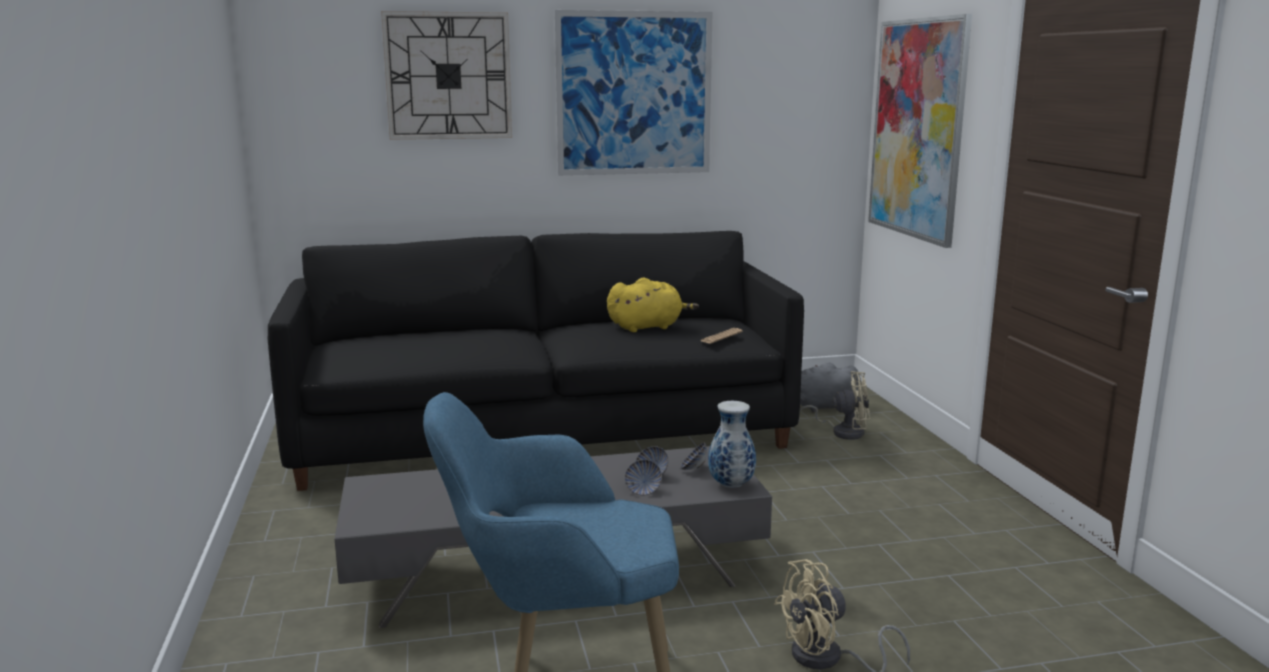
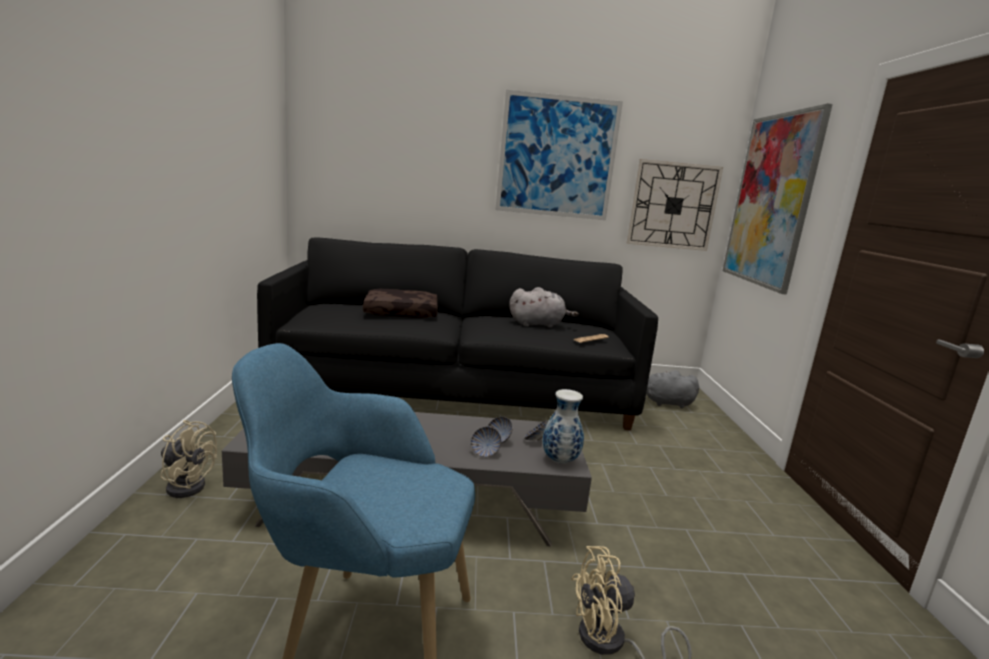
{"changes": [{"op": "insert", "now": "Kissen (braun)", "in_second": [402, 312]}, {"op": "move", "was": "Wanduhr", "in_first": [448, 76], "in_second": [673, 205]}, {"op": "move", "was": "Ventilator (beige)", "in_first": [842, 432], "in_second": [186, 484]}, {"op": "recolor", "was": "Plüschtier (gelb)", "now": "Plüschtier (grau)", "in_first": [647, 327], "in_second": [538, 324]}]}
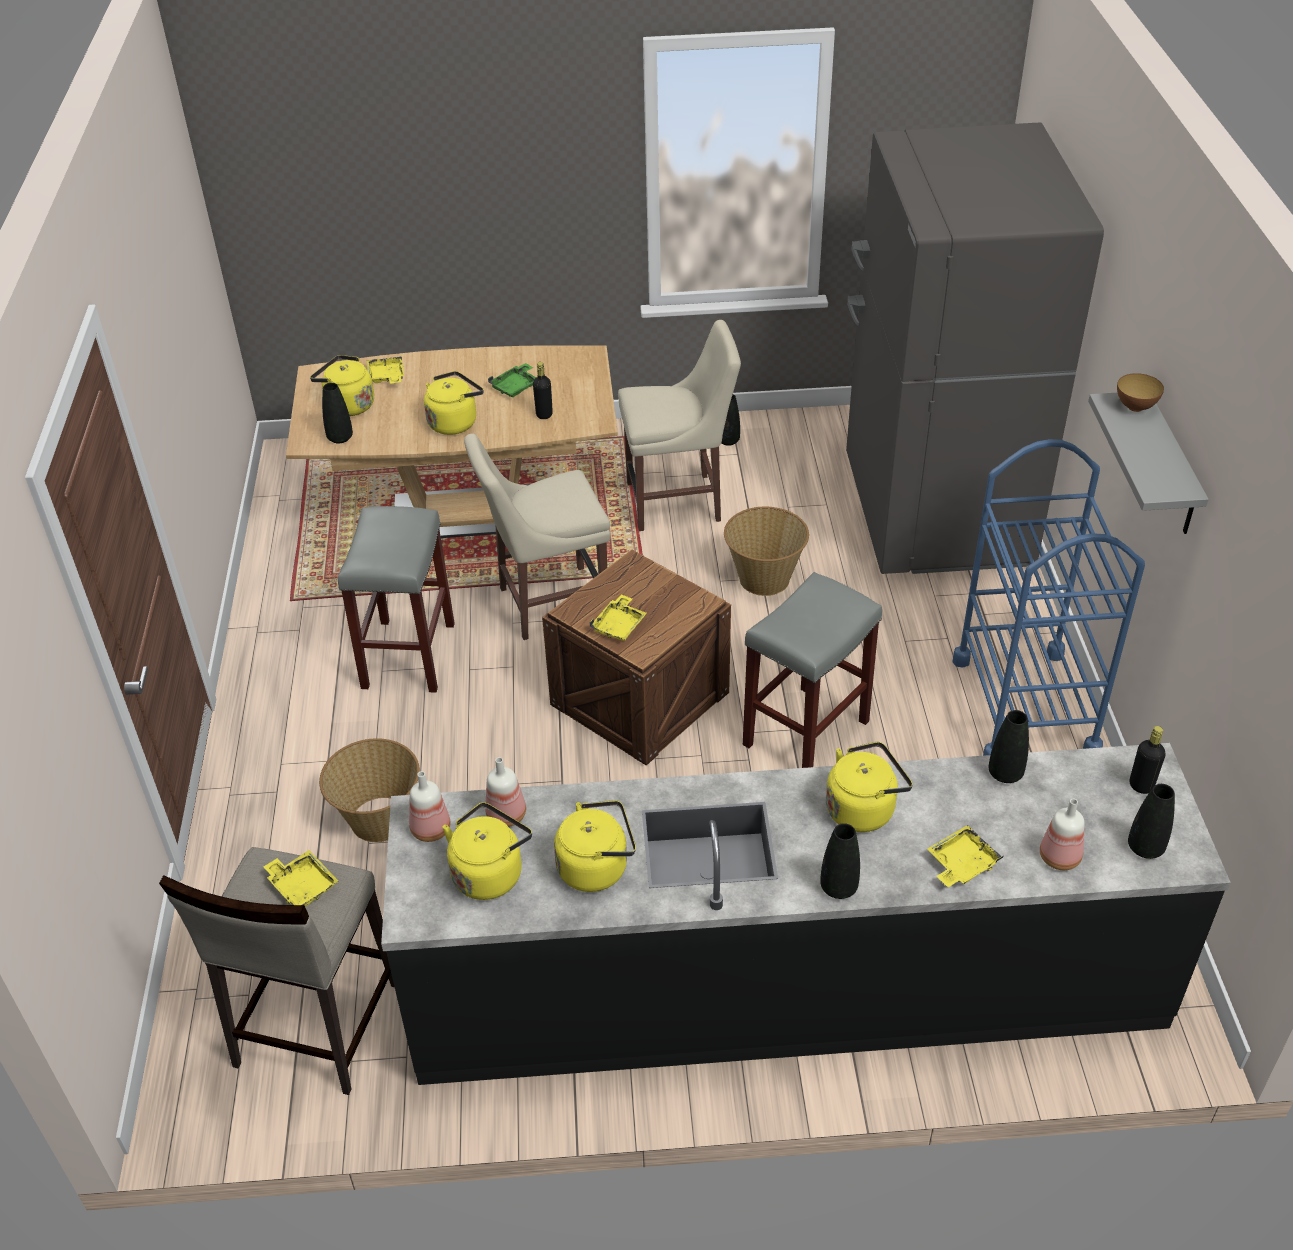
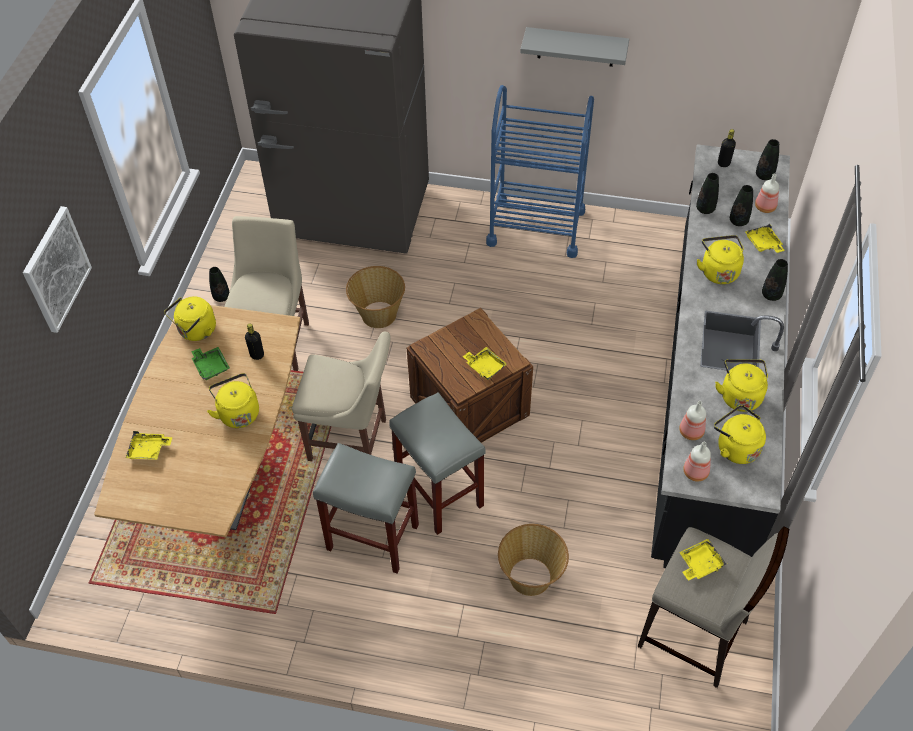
{"changes": [{"op": "delete", "was": "Schüssel", "in_first": [1135, 407]}, {"op": "insert", "now": "Bild", "in_second": [56, 269]}, {"op": "move", "was": "Wasserkessel (gelb)", "in_first": [347, 405], "in_second": [196, 331]}, {"op": "move", "was": "Vase (schwarz)", "in_first": [340, 438], "in_second": [738, 221]}, {"op": "move", "was": "Hocker (grau)", "in_first": [805, 734], "in_second": [440, 494]}, {"op": "rotate", "was": "Stuhl (beige)", "in_first": [547, 603], "in_second": [352, 441], "clockwise": -75}]}
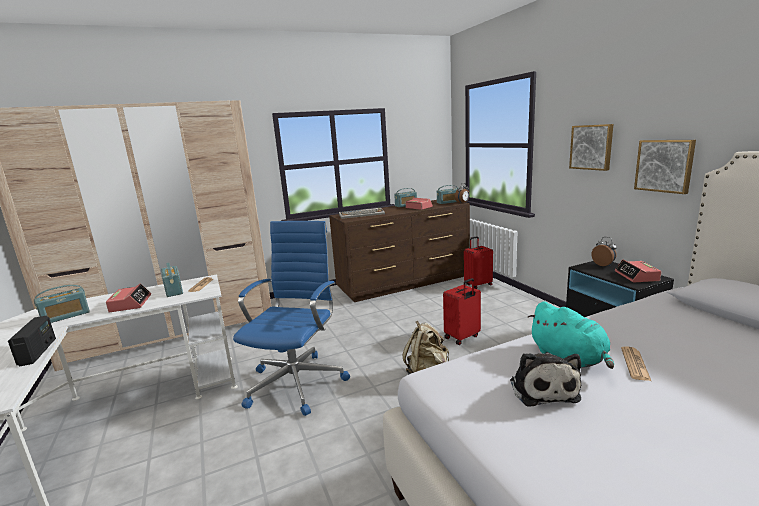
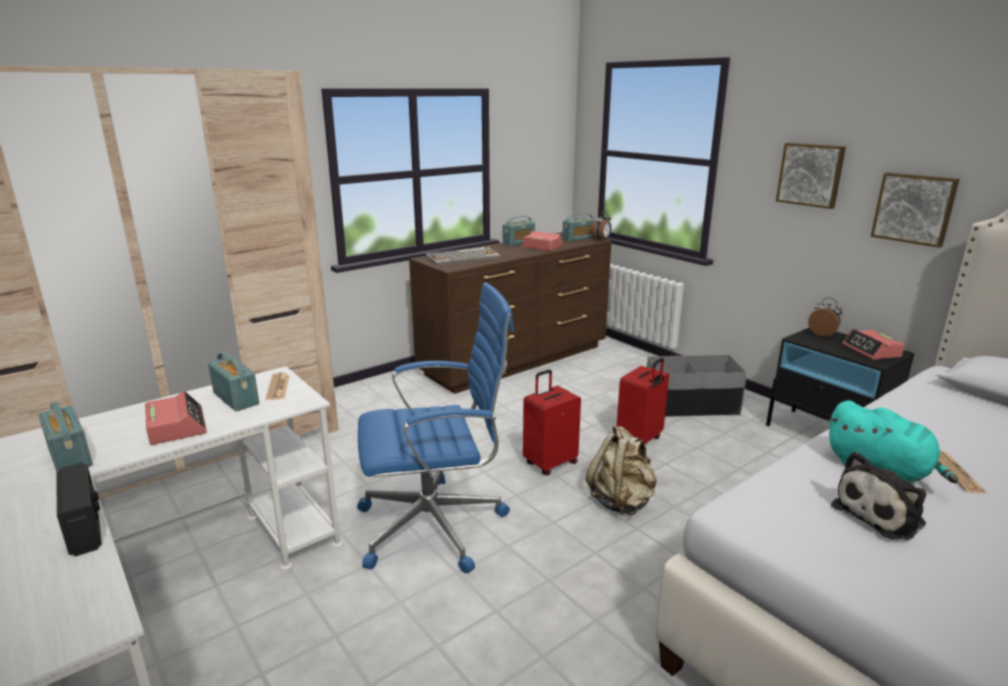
{"changes": [{"op": "insert", "now": "Aufbewahrungsbox (grau)", "in_second": [691, 406]}, {"op": "move", "was": "Koffer (rot)", "in_first": [478, 285], "in_second": [550, 463]}, {"op": "rotate", "was": "Radio", "in_first": [66, 316], "in_second": [70, 457], "clockwise": 105}, {"op": "rotate", "was": "Bürostuhl (blau)", "in_first": [298, 381], "in_second": [436, 525], "clockwise": 75}, {"op": "rotate", "was": "Plüschtier", "in_first": [542, 388], "in_second": [881, 514], "clockwise": 75}]}
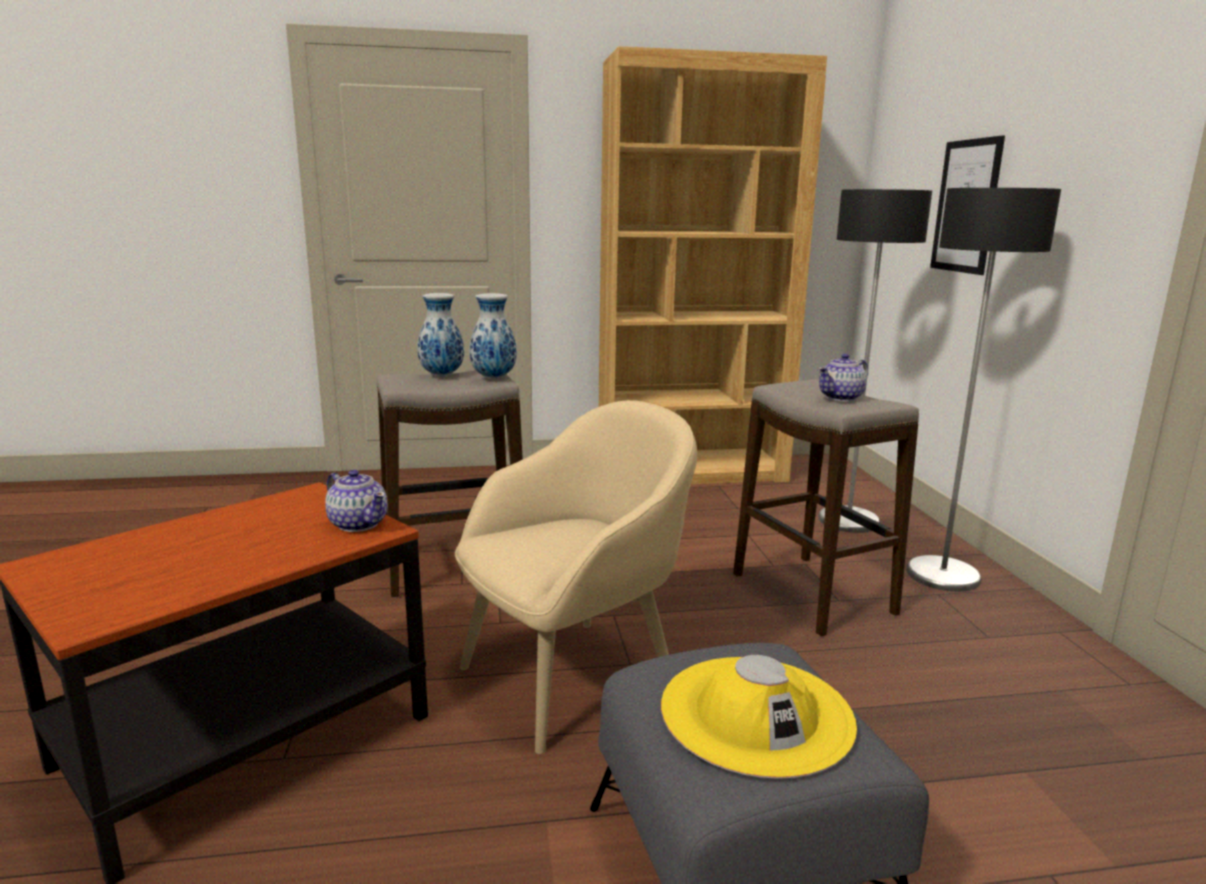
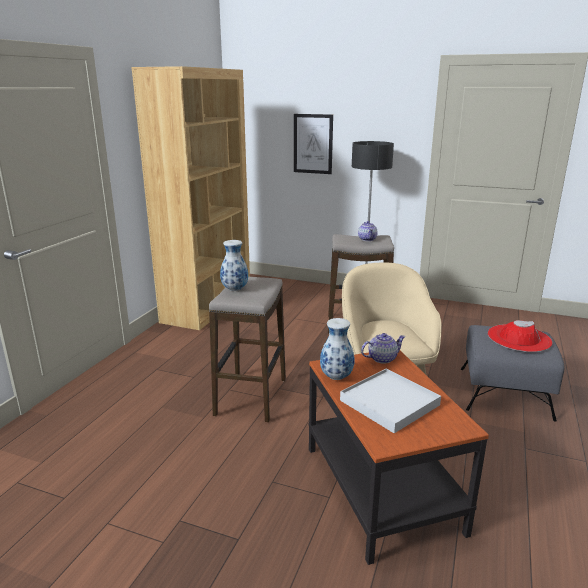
{"changes": [{"op": "delete", "was": "Stehlampe", "in_first": [848, 520]}, {"op": "insert", "now": "Tablett (weiß)", "in_second": [389, 403]}, {"op": "move", "was": "Vase", "in_first": [493, 378], "in_second": [337, 377]}, {"op": "recolor", "was": "Hut (gelb)", "now": "Hut (rot)", "in_first": [756, 714], "in_second": [519, 338]}]}
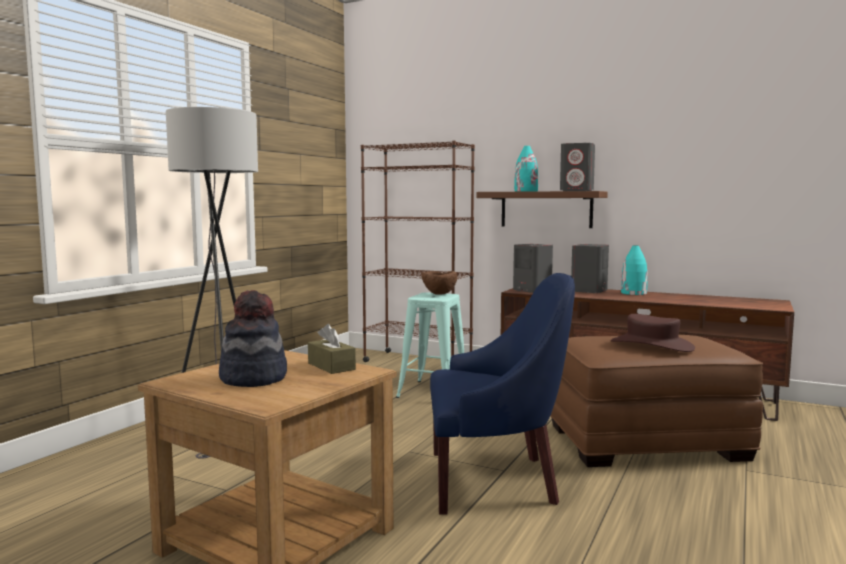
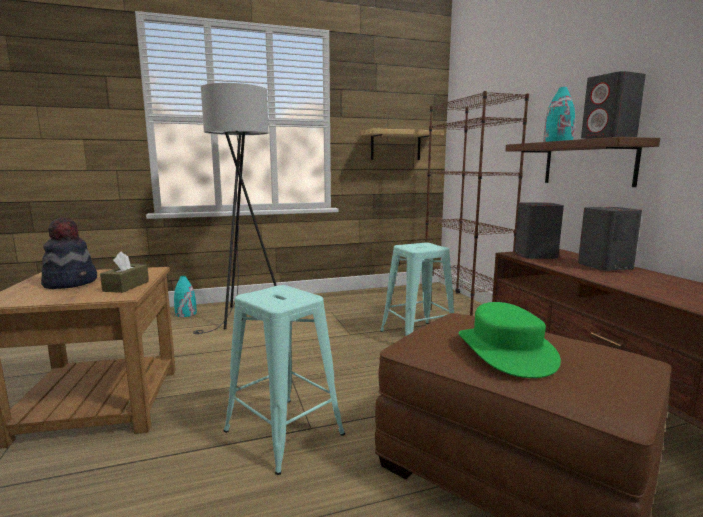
{"changes": [{"op": "delete", "was": "Schüssel (braun)", "in_first": [439, 294]}, {"op": "insert", "now": "Wandregal", "in_second": [395, 145]}, {"op": "move", "was": "Vase (türkis)", "in_first": [633, 293], "in_second": [185, 313]}, {"op": "replace", "was": "Sessel (blau)", "now": "Hocker (türkis)", "in_first": [494, 480], "in_second": [284, 432]}, {"op": "recolor", "was": "Hut (braun)", "now": "Hut (grün)", "in_first": [652, 345], "in_second": [506, 351]}]}
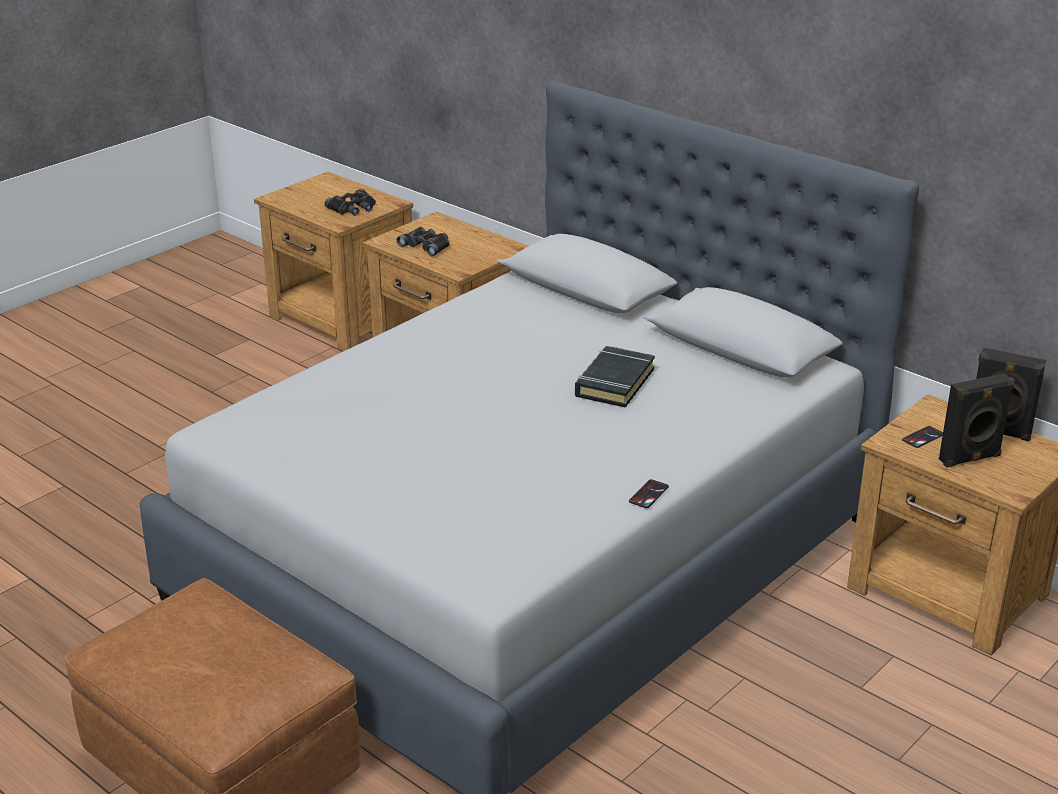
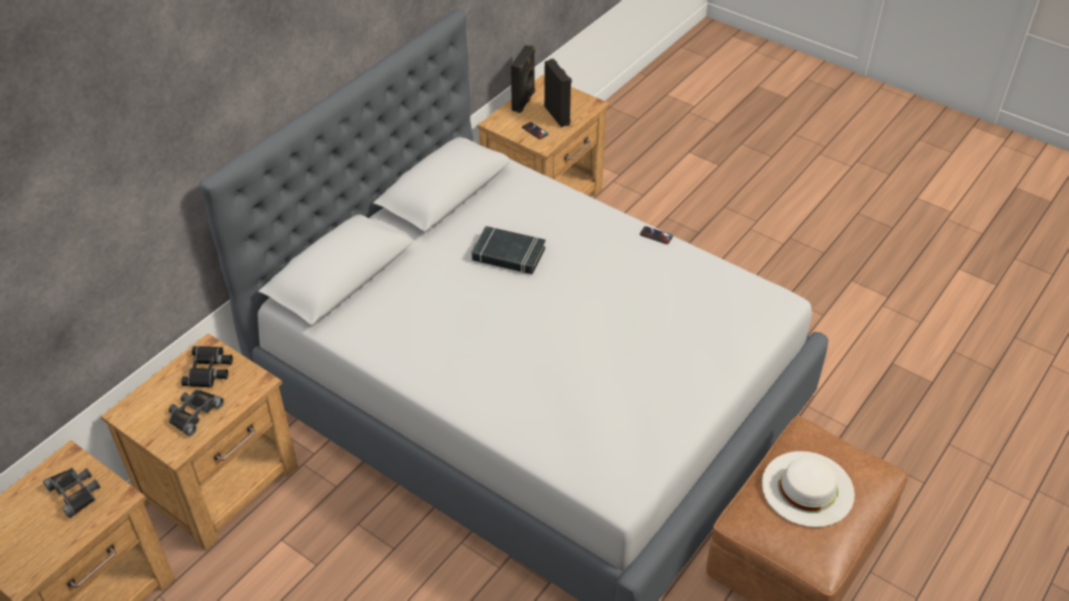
{"changes": [{"op": "insert", "now": "Fernglas (schwarz)", "in_second": [209, 370]}, {"op": "insert", "now": "Hut (weiß)", "in_second": [808, 488]}]}
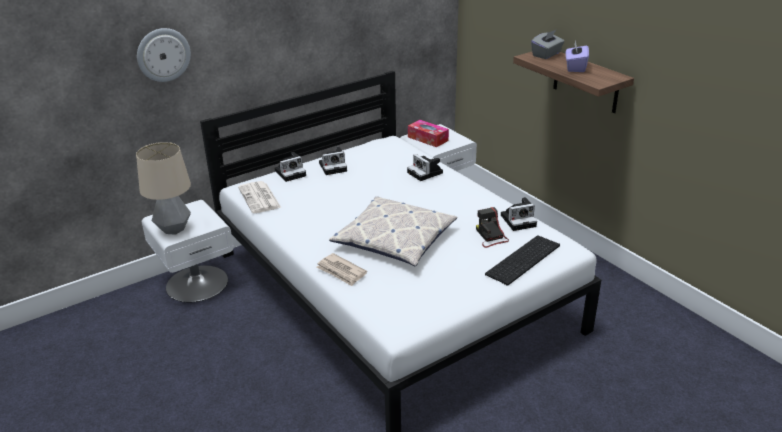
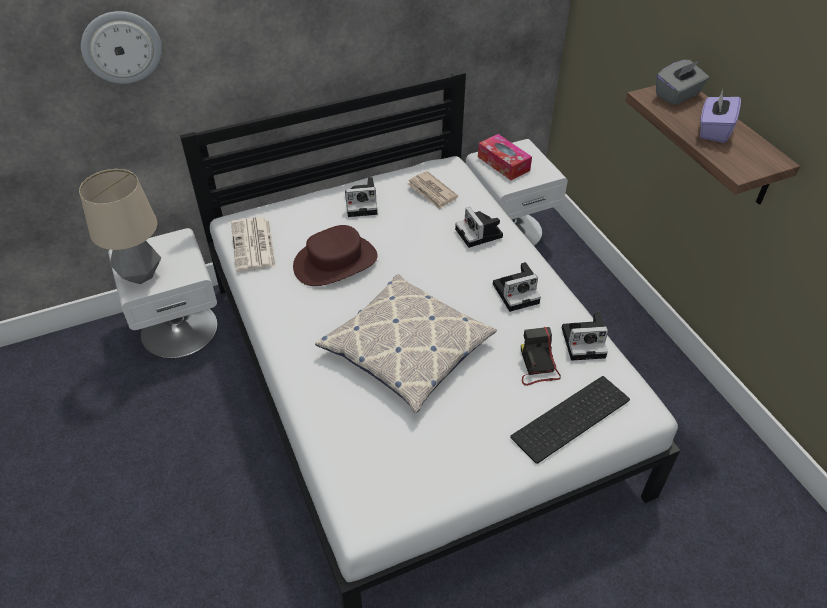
{"changes": [{"op": "insert", "now": "Hut (braun)", "in_second": [335, 262]}, {"op": "move", "was": "Kamera", "in_first": [291, 173], "in_second": [517, 292]}, {"op": "move", "was": "Zeitung", "in_first": [341, 271], "in_second": [432, 192]}]}
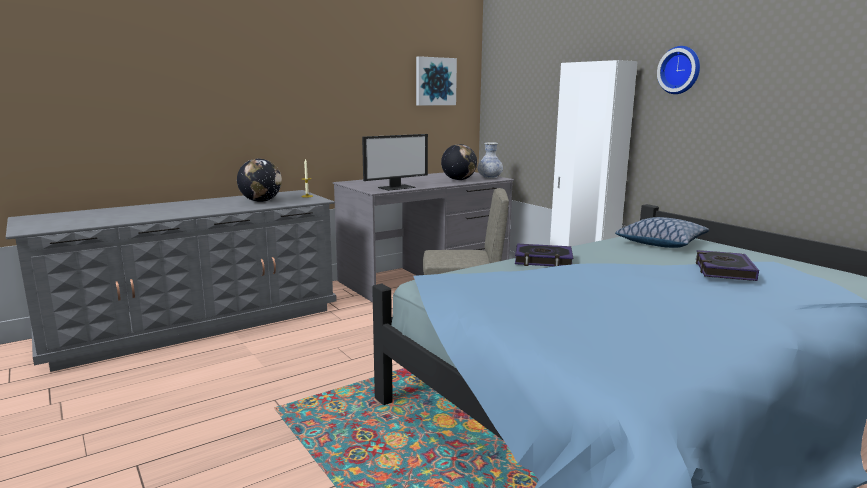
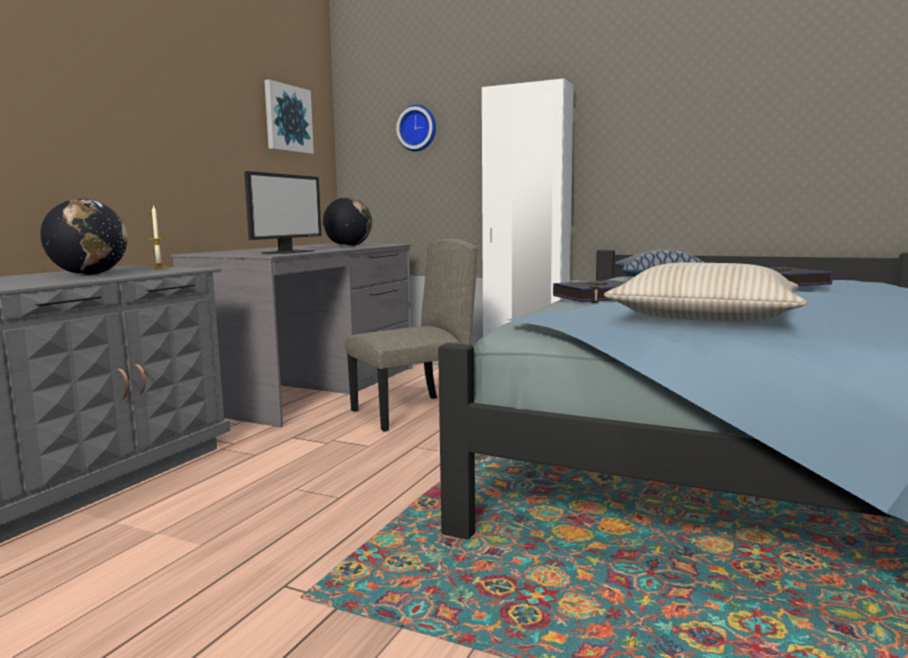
{"changes": [{"op": "delete", "was": "Vase", "in_first": [489, 177]}, {"op": "insert", "now": "Kissen (beige)", "in_second": [705, 317]}, {"op": "move", "was": "Wanduhr", "in_first": [680, 70], "in_second": [418, 128]}]}
